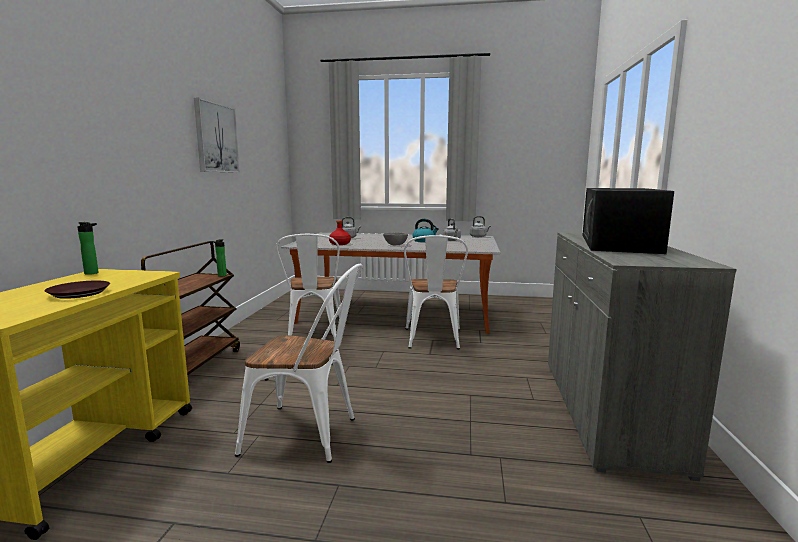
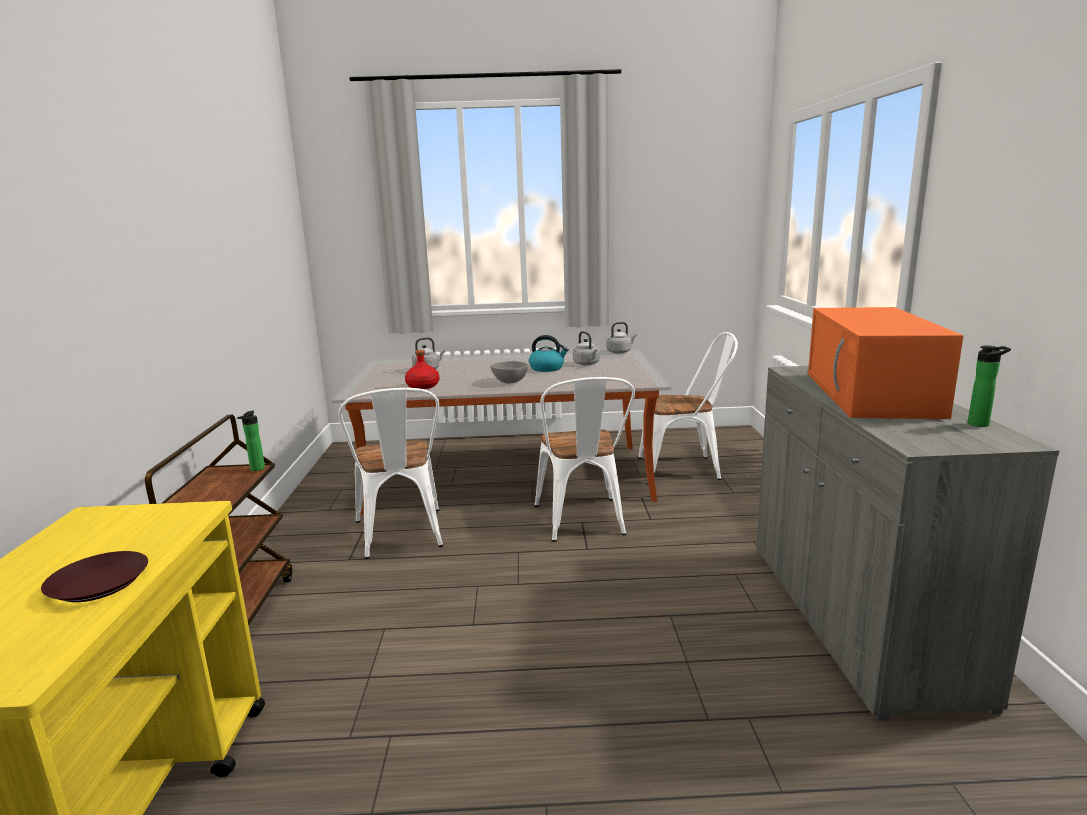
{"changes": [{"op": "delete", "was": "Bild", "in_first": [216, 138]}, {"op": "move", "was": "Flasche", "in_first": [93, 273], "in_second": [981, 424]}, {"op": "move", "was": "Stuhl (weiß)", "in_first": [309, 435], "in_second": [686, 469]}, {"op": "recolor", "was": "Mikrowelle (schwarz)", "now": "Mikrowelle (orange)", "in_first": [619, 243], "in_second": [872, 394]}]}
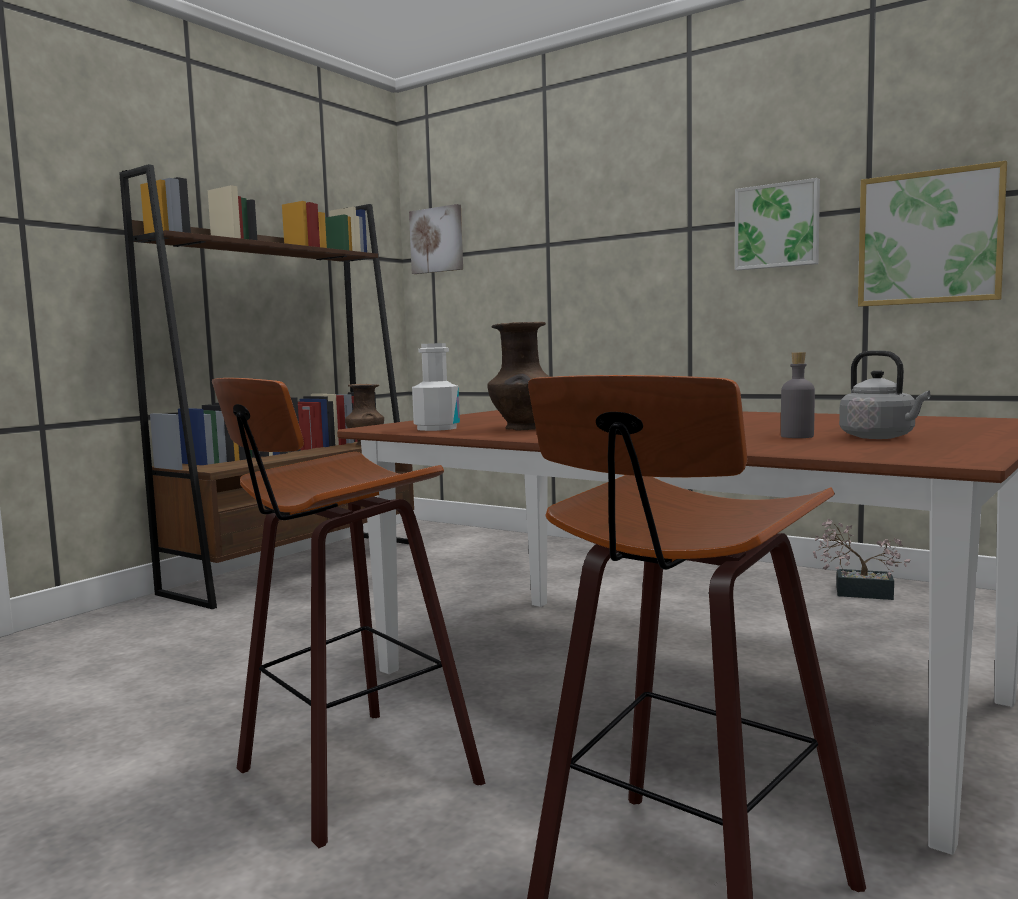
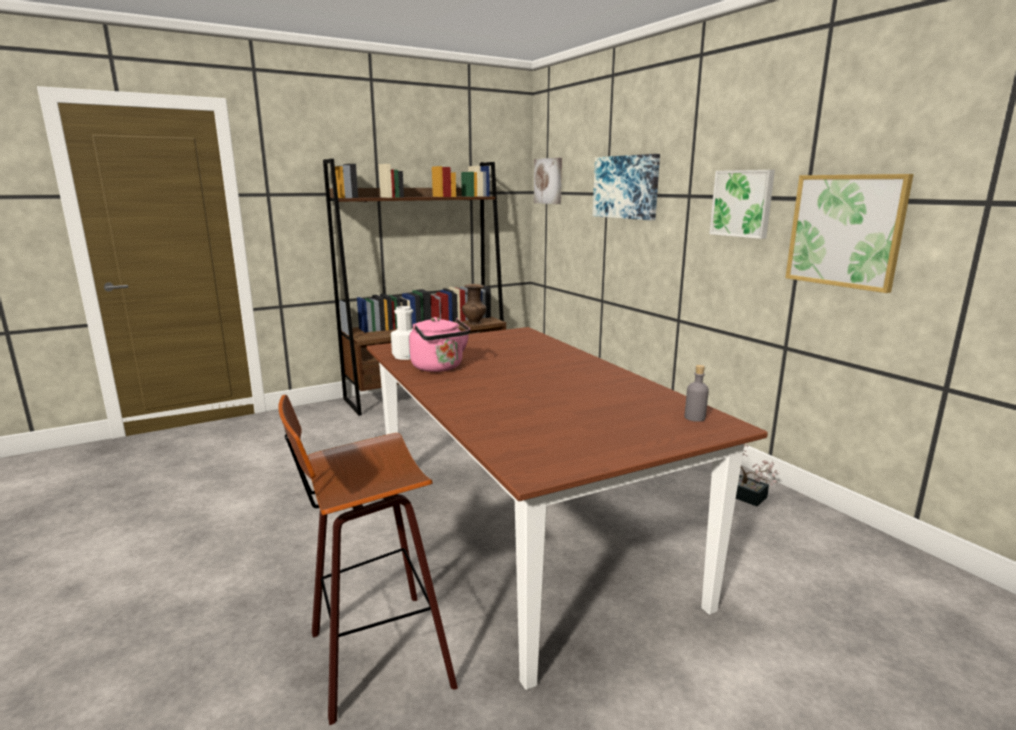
{"changes": [{"op": "delete", "was": "Hocker", "in_first": [348, 776]}, {"op": "delete", "was": "Wasserkessel (grau)", "in_first": [880, 437]}, {"op": "insert", "now": "Bild", "in_second": [626, 187]}, {"op": "move", "was": "Flasche (grau)", "in_first": [797, 436], "in_second": [694, 417]}, {"op": "replace", "was": "Vase (braun)", "now": "Wasserkessel (rosa)", "in_first": [523, 429], "in_second": [439, 368]}]}
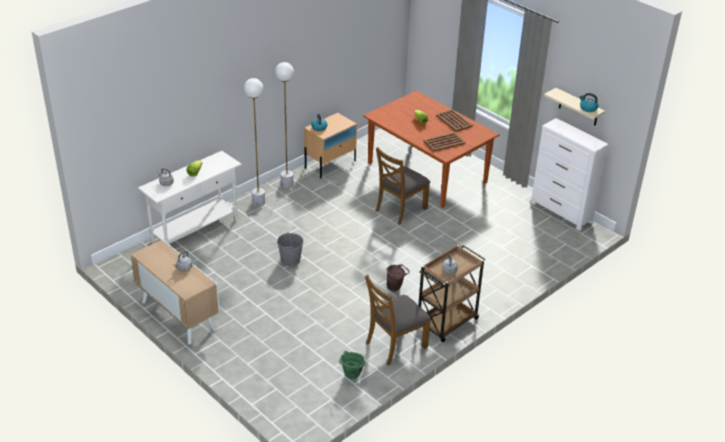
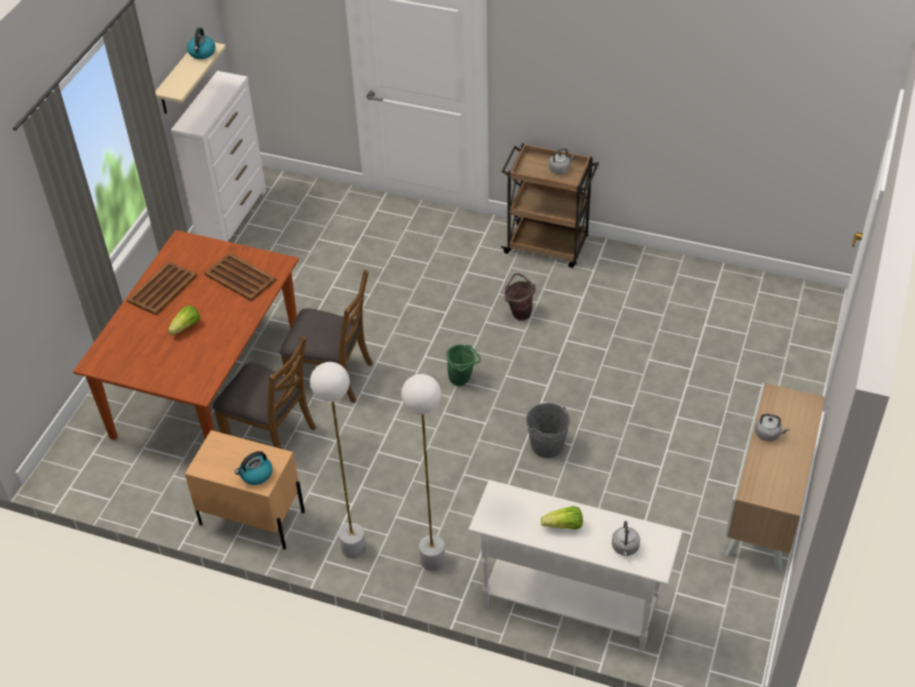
{"changes": [{"op": "move", "was": "Eimer (grün)", "in_first": [351, 376], "in_second": [462, 380]}, {"op": "move", "was": "Stuhl (braun)", "in_first": [395, 345], "in_second": [271, 435]}]}
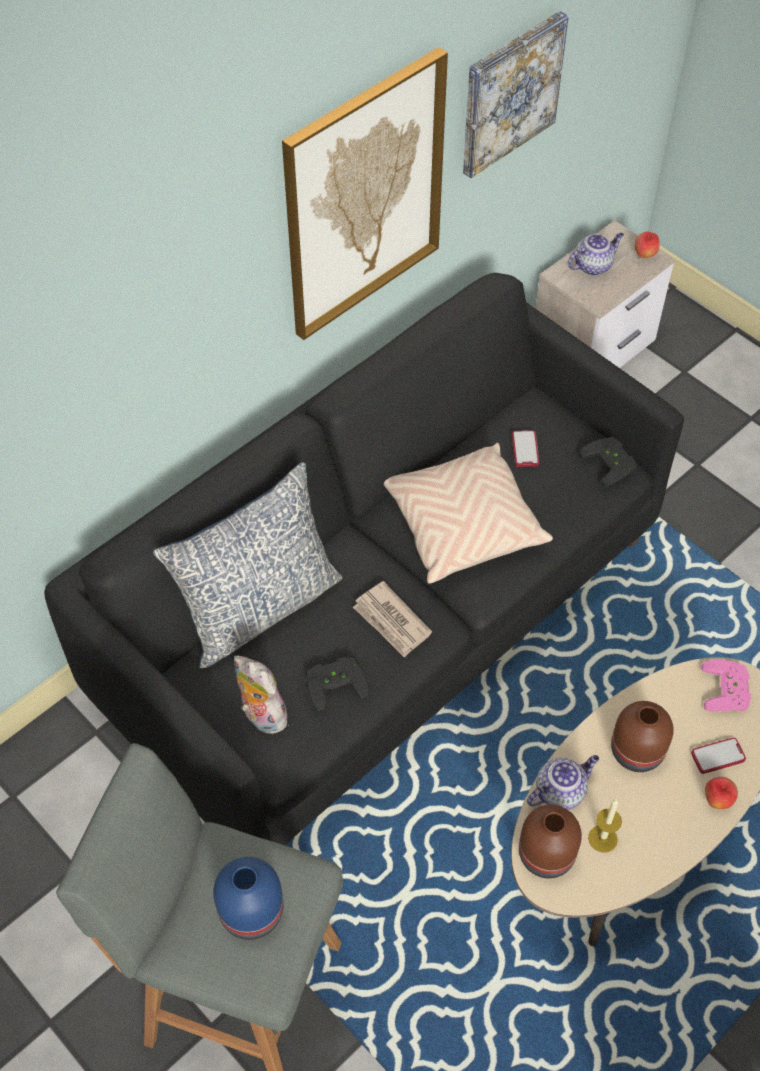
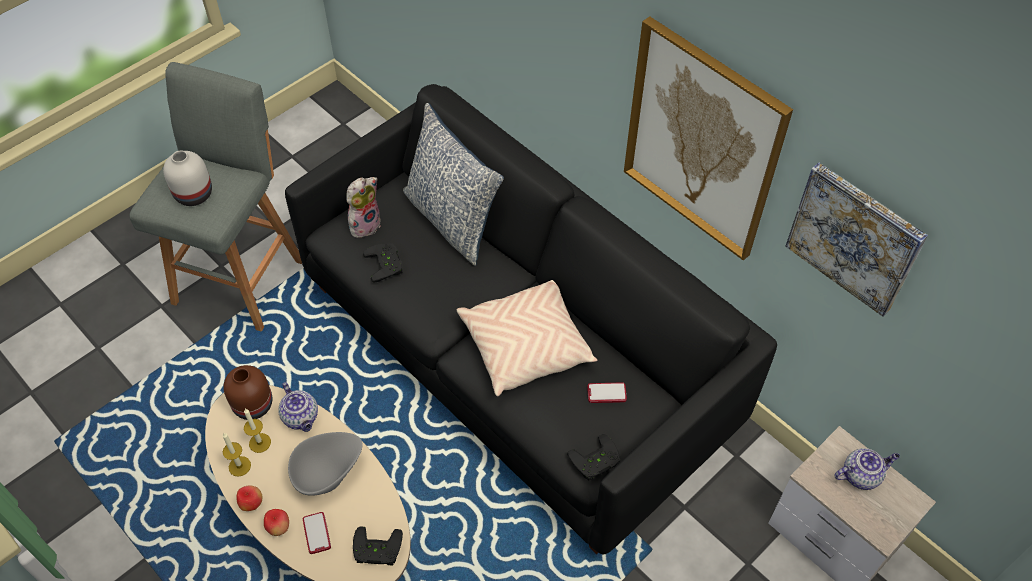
{"changes": [{"op": "delete", "was": "Zeitung", "in_first": [392, 622]}, {"op": "insert", "now": "Kerze", "in_second": [239, 466]}, {"op": "move", "was": "Apfel", "in_first": [644, 255], "in_second": [251, 504]}, {"op": "replace", "was": "Vase (braun)", "now": "Schüssel (grau)", "in_first": [638, 751], "in_second": [328, 474]}, {"op": "recolor", "was": "Vase (blau)", "now": "Vase (weiß)", "in_first": [252, 914], "in_second": [192, 194]}, {"op": "recolor", "was": "Gamepad (rosa)", "now": "Gamepad (schwarz)", "in_first": [729, 690], "in_second": [376, 551]}, {"op": "rotate", "was": "Teekanne", "in_first": [593, 265], "in_second": [861, 475], "clockwise": -75}]}
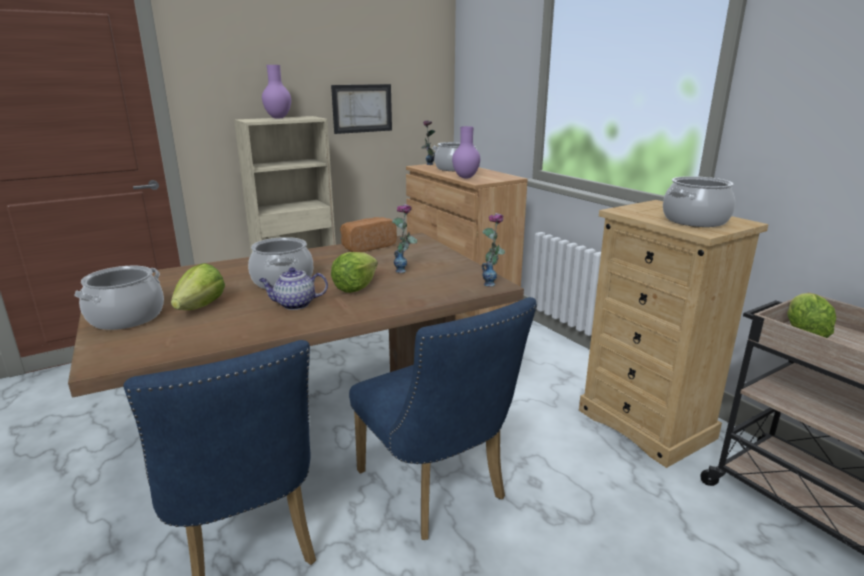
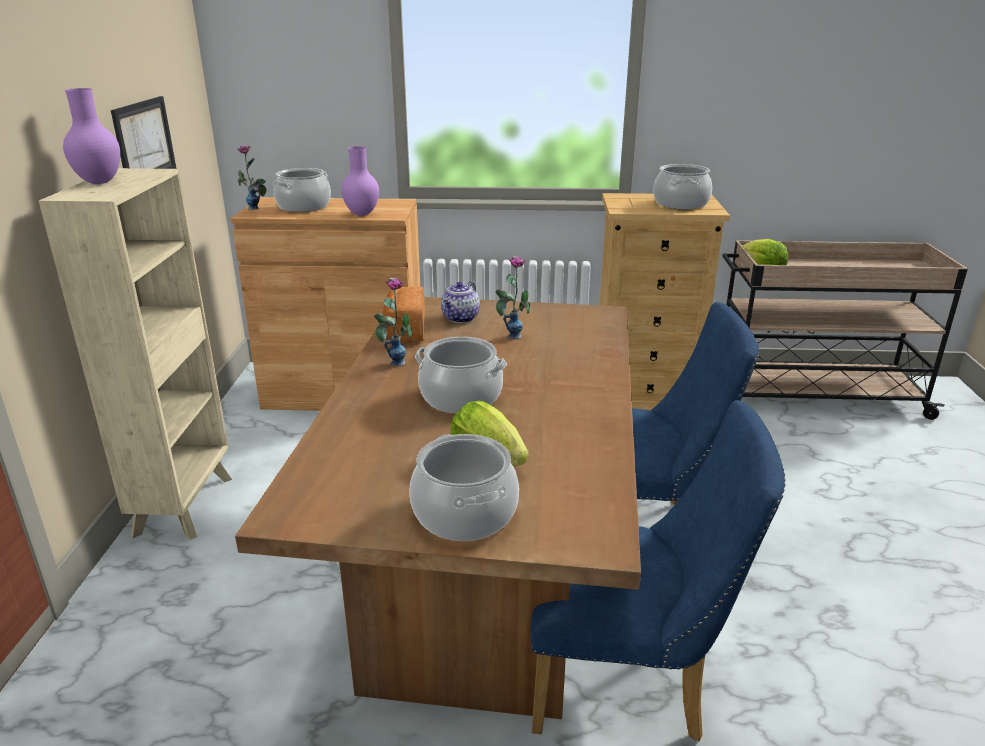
{"changes": [{"op": "delete", "was": "Salatkopf", "in_first": [355, 287]}, {"op": "move", "was": "Teekanne", "in_first": [294, 305], "in_second": [460, 318]}, {"op": "move", "was": "Vase", "in_first": [492, 282], "in_second": [395, 359]}]}
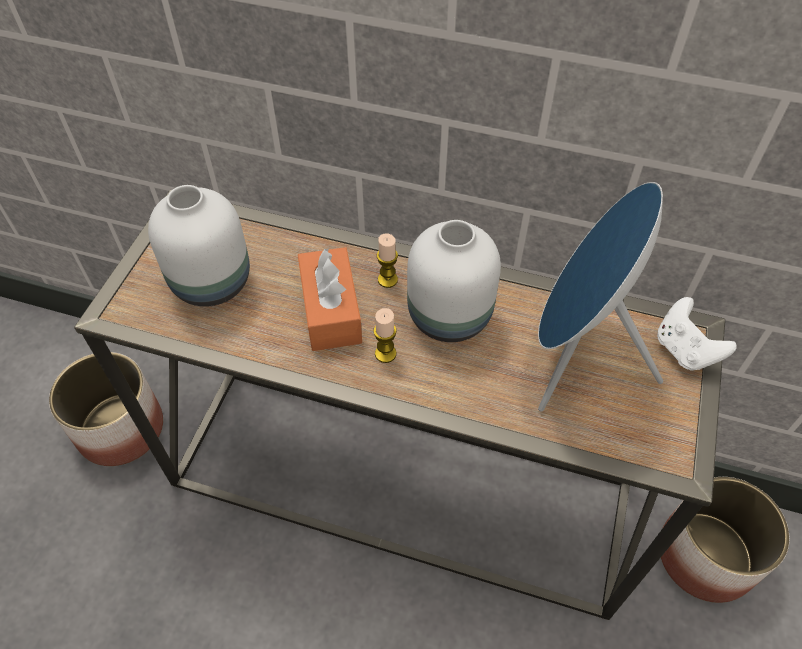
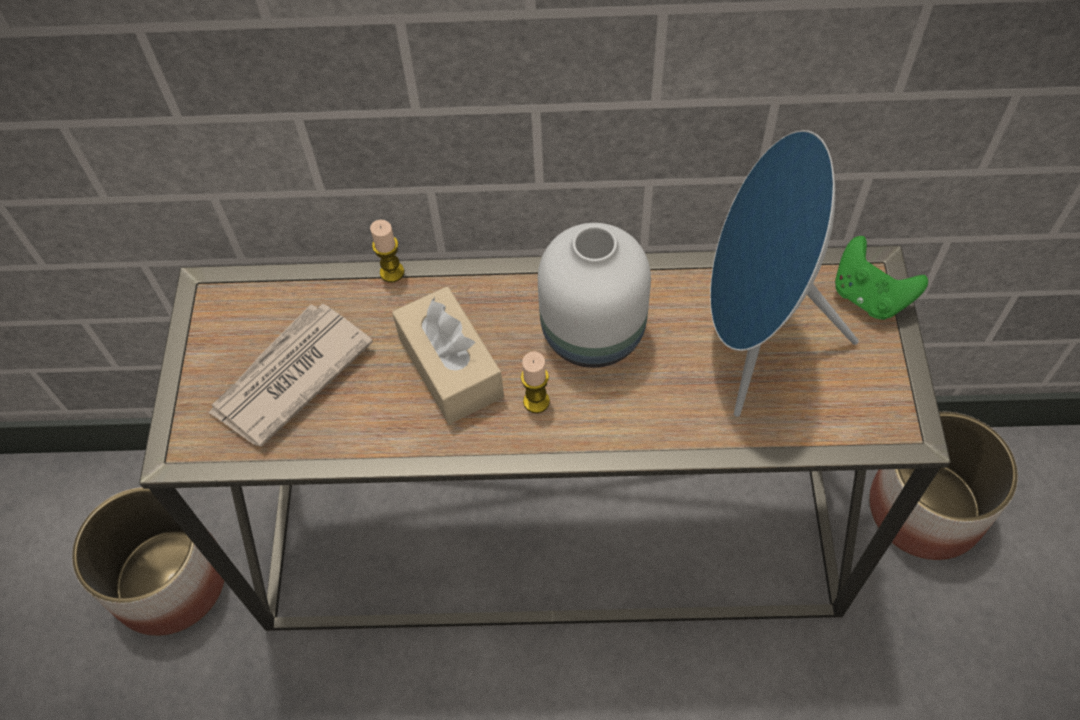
{"changes": [{"op": "move", "was": "Kerze", "in_first": [387, 280], "in_second": [392, 272]}, {"op": "replace", "was": "Vase (weiß)", "now": "Zeitung", "in_first": [211, 284], "in_second": [289, 377]}, {"op": "recolor", "was": "Taschentuchbox (orange)", "now": "Taschentuchbox (beige)", "in_first": [331, 310], "in_second": [450, 367]}, {"op": "recolor", "was": "Gamepad (weiß)", "now": "Gamepad (grün)", "in_first": [684, 350], "in_second": [869, 296]}]}
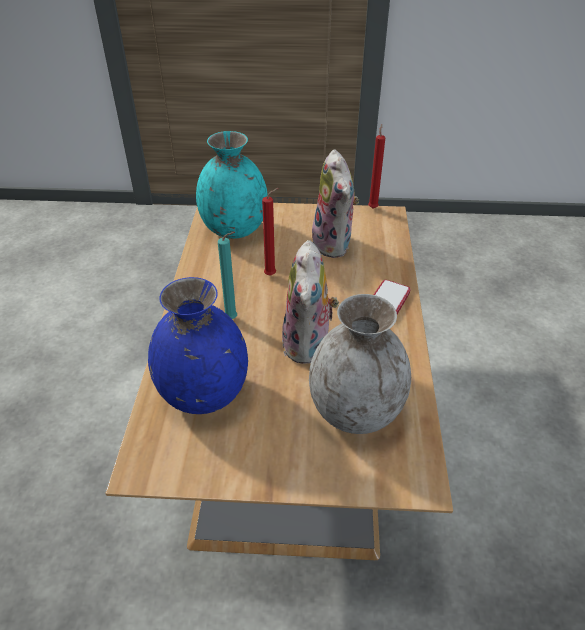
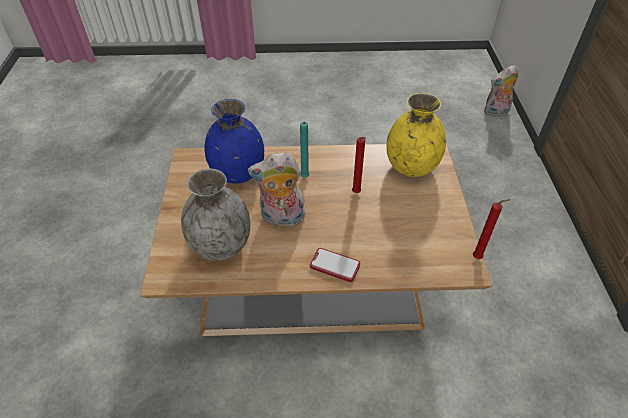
{"changes": [{"op": "move", "was": "Plüschtier", "in_first": [335, 244], "in_second": [496, 112]}, {"op": "recolor", "was": "Vase (türkis)", "now": "Vase (gelb)", "in_first": [234, 229], "in_second": [411, 166]}]}
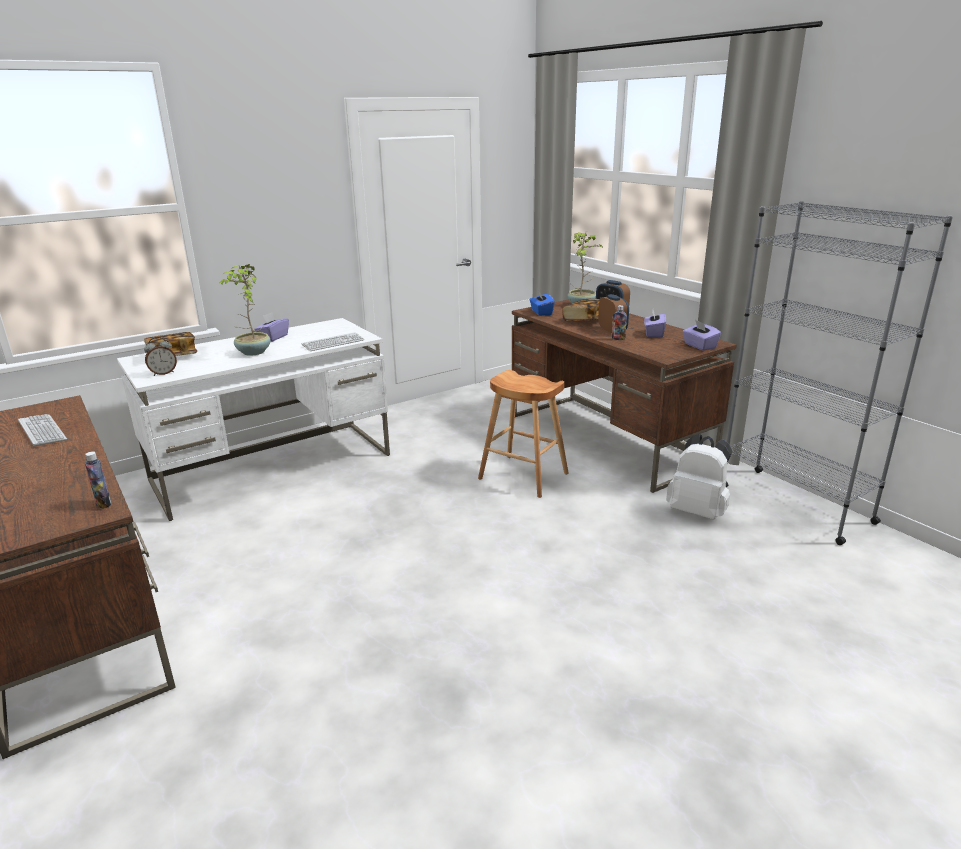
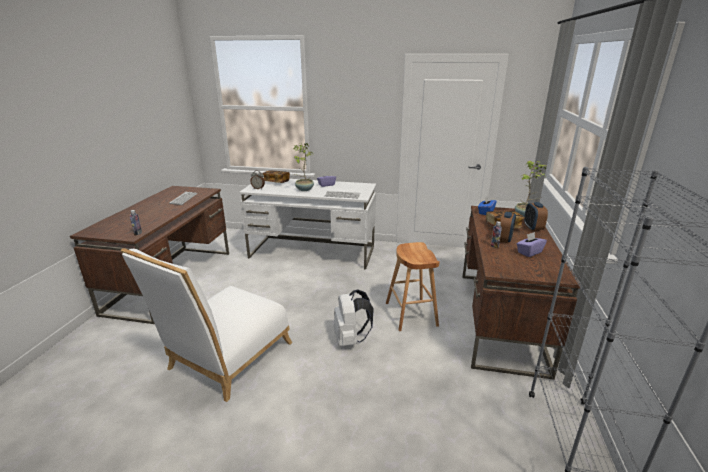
{"changes": [{"op": "delete", "was": "Taschentuchbox (lila)", "in_first": [699, 346]}, {"op": "insert", "now": "Stuhl (weiß)", "in_second": [226, 360]}, {"op": "move", "was": "Rucksack (weiß)", "in_first": [698, 511], "in_second": [350, 339]}]}
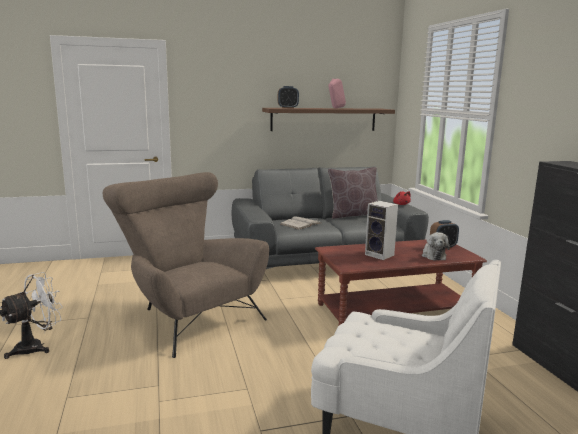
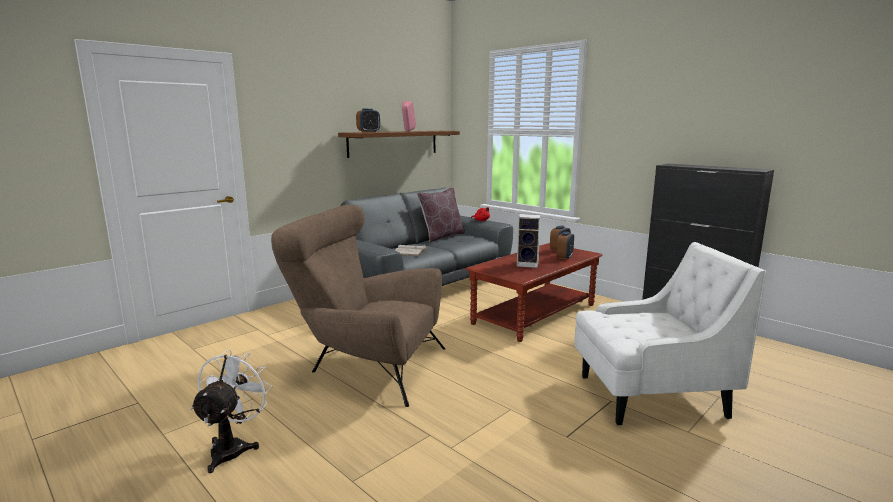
{"changes": [{"op": "replace", "was": "Plüschtier", "now": "Wecker", "in_first": [433, 255], "in_second": [564, 257]}]}
